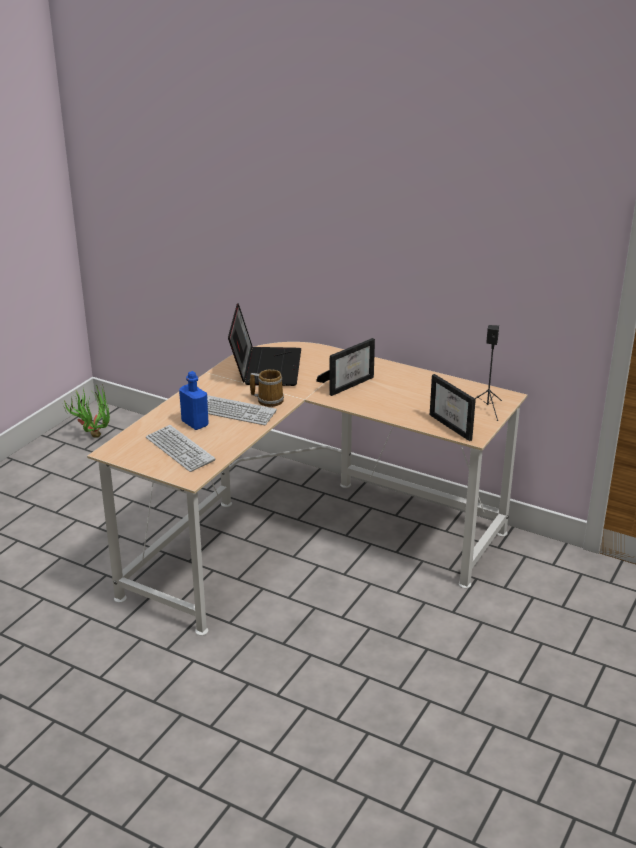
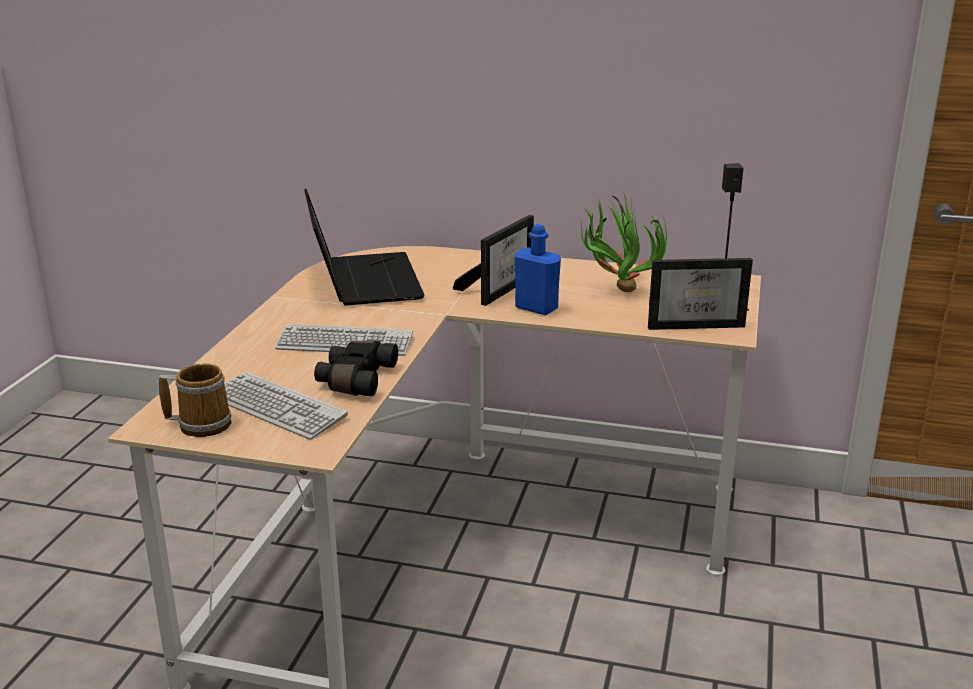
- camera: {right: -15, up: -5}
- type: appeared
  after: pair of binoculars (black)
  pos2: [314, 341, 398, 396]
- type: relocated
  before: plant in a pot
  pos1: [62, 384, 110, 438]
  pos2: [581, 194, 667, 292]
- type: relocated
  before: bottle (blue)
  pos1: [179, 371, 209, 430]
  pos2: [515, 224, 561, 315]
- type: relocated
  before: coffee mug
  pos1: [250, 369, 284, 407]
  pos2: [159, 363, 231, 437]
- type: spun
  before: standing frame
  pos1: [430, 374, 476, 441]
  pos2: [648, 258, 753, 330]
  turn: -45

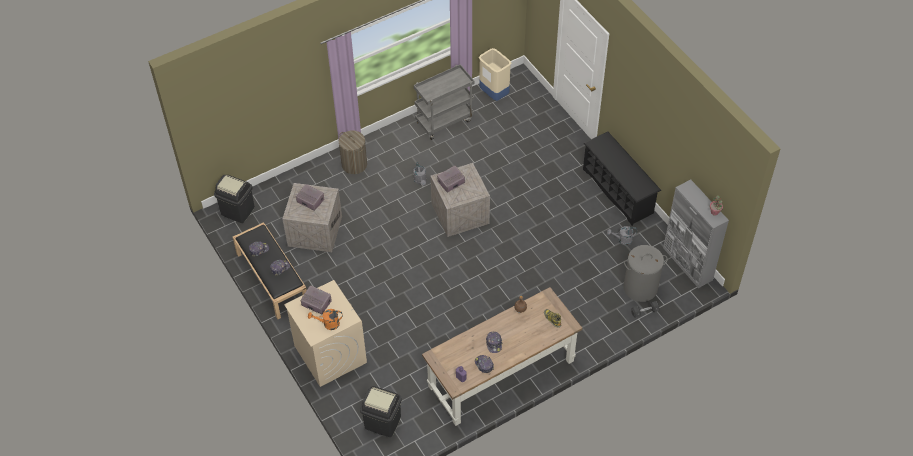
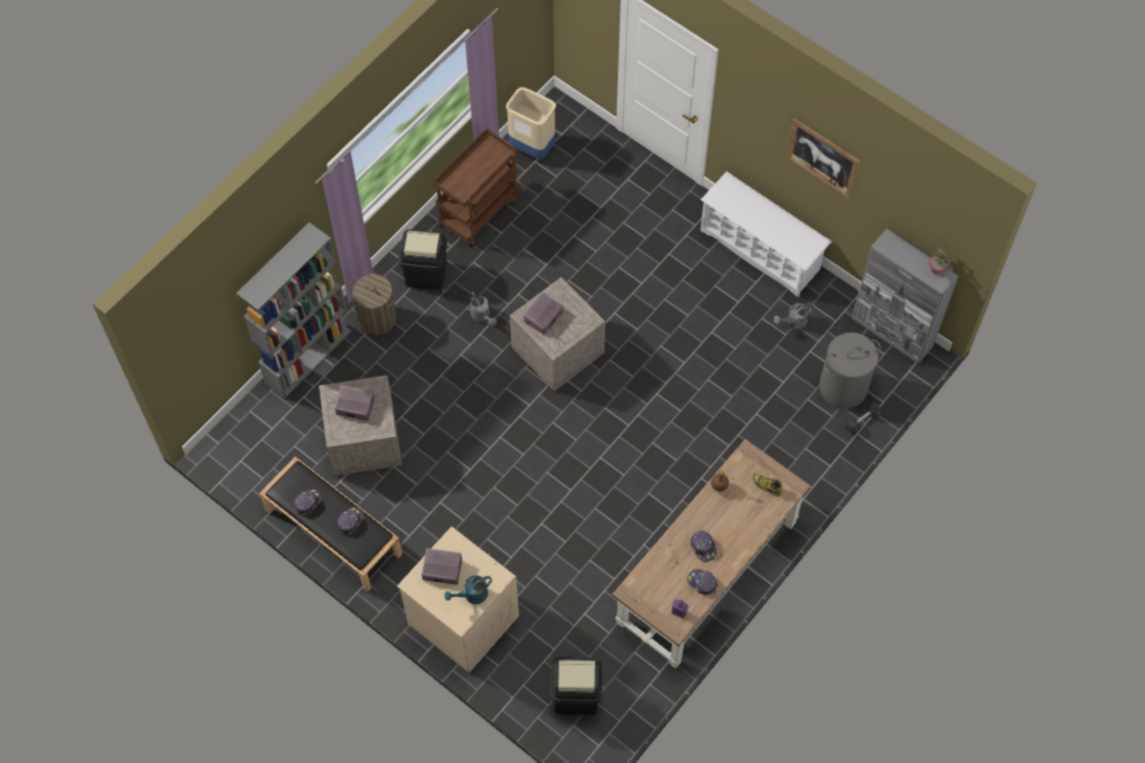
- camera: {right: -20, up: 10}
- type: appeared
  after: bookshelf (grey)
  pos2: [236, 222, 351, 398]
- type: appeared
  after: picture
  pos2: [786, 118, 860, 200]
- type: relocated
  before: waste bin (black)
  pos1: [214, 175, 255, 223]
  pos2: [399, 229, 447, 290]
- type: colour
  before: sprinkling can (orangey)
  after: sprinkling can (turquoise-coloured)
  pos1: [308, 309, 343, 330]
  pos2: [444, 575, 492, 604]
- type: colour
  before: wheeled cart (grey)
  after: wheeled cart (brown)
  pos1: [414, 64, 474, 140]
  pos2: [433, 129, 519, 247]
- type: colour
  before: shoe rack (black)
  after: shoe rack (whitish)
  pos1: [583, 132, 661, 226]
  pos2: [700, 171, 832, 297]

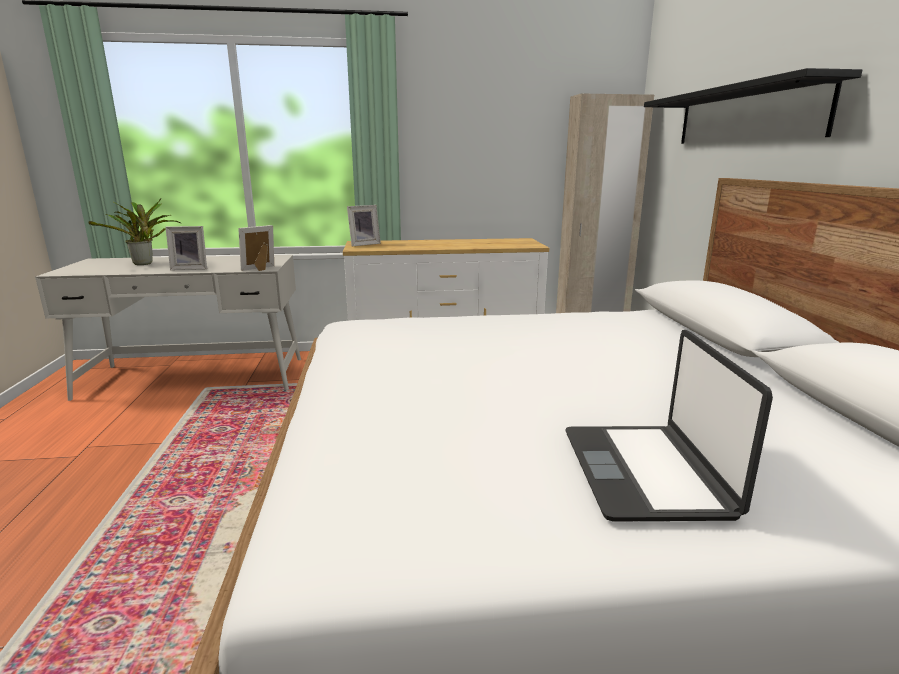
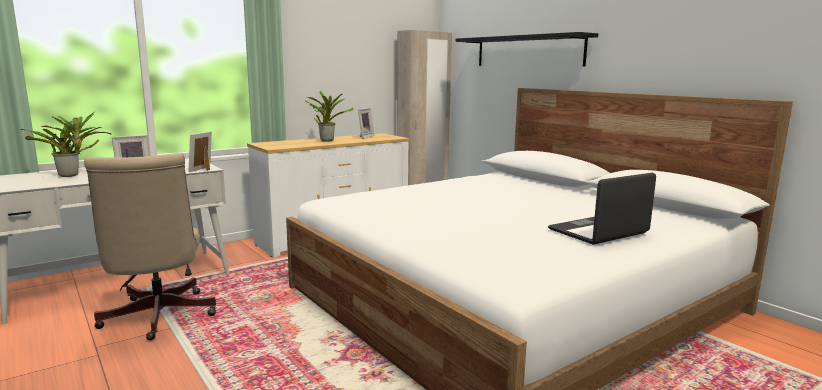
- camera: {right: -30, up: -5}
- type: appeared
  after: desk chair (beige)
  pos2: [84, 153, 216, 340]
- type: appeared
  after: plant in a pot
  pos2: [305, 91, 354, 142]
- type: relocated
  before: standing frame
  pos1: [347, 205, 381, 246]
  pos2: [358, 108, 375, 139]
- type: spun
  before: notebook computer
  pos1: [565, 330, 773, 522]
  pos2: [548, 173, 656, 245]
  turn: 90

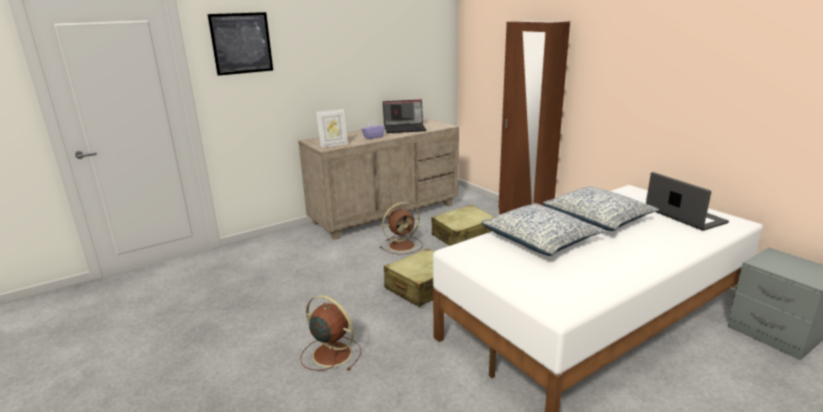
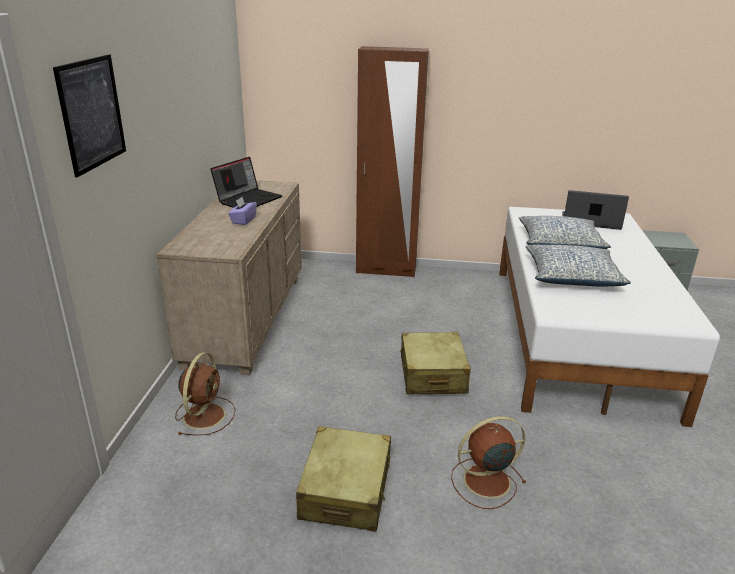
- camera: {right: -50, up: 5}
- type: missing
  before: standing frame
  pos1: [316, 109, 348, 148]
- type: relocated
  before: cooling fan (brown)
  pos1: [380, 202, 423, 255]
  pos2: [175, 352, 236, 436]
- type: relocated
  before: suitcase (beige)
  pos1: [431, 205, 495, 246]
  pos2: [296, 426, 391, 532]

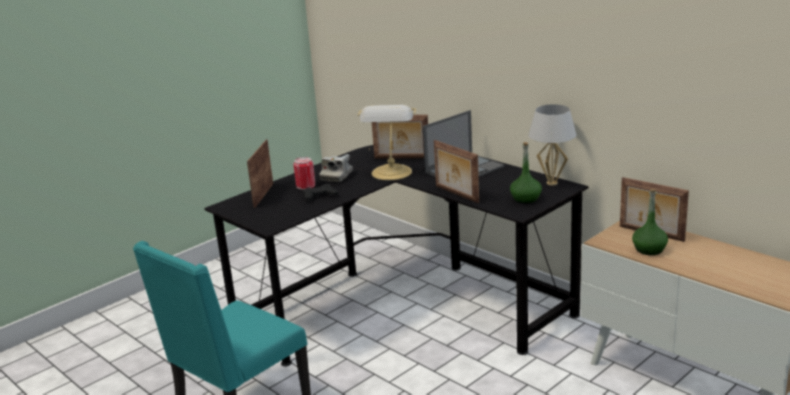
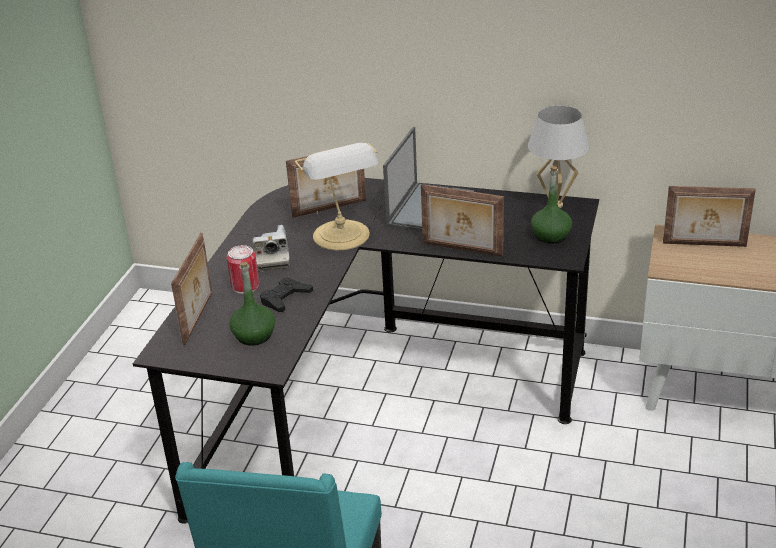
- camera: {right: -30, up: 10}
- type: relocated
  before: bottle (greenish)
  pos1: [632, 189, 668, 255]
  pos2: [229, 262, 275, 346]
- type: spun
  before: standing frame
  pos1: [247, 139, 273, 208]
  pos2: [171, 233, 212, 346]
  turn: -150

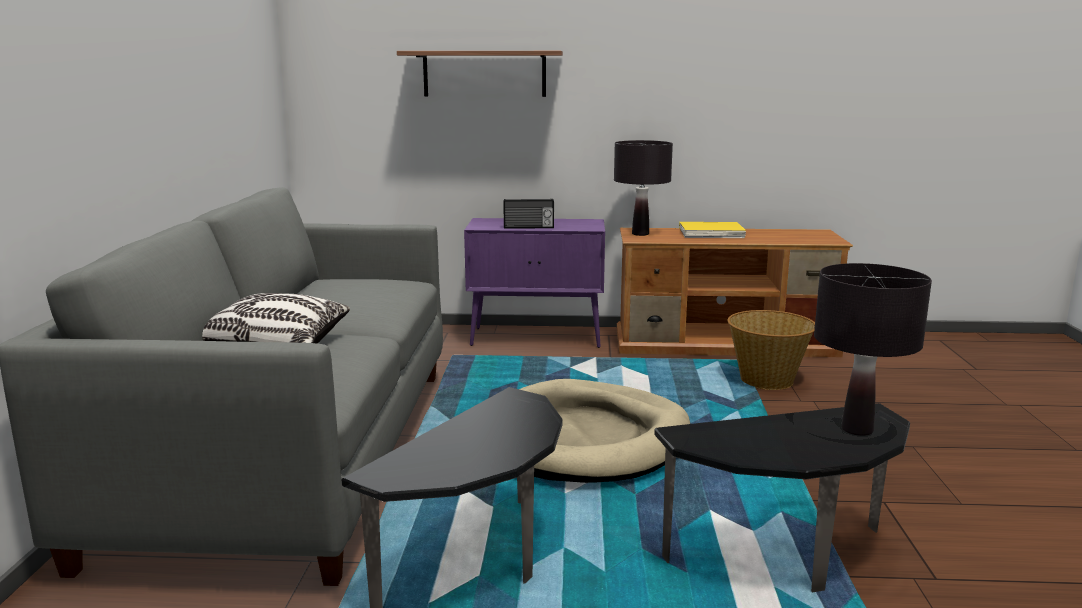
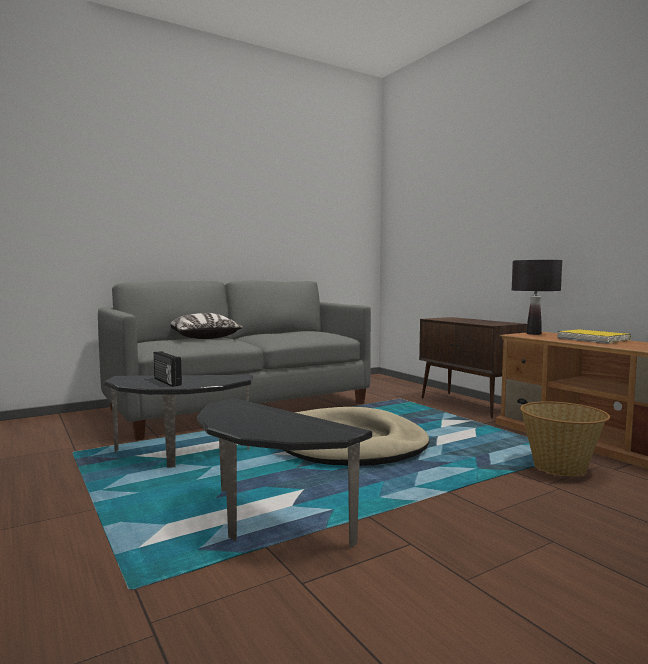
- camera: {right: 55, up: -10}
- type: missing
  before: bracket shelf
  pos1: [397, 51, 563, 97]
- type: missing
  before: table lamp (black)
  pos1: [814, 263, 932, 436]
- type: relocated
  before: radio receiver
  pos1: [503, 199, 554, 229]
  pos2: [154, 351, 182, 387]
- type: colour
  before: cupboard (purplish)
  after: cupboard (brown)
  pos1: [464, 218, 605, 348]
  pos2: [419, 317, 527, 418]

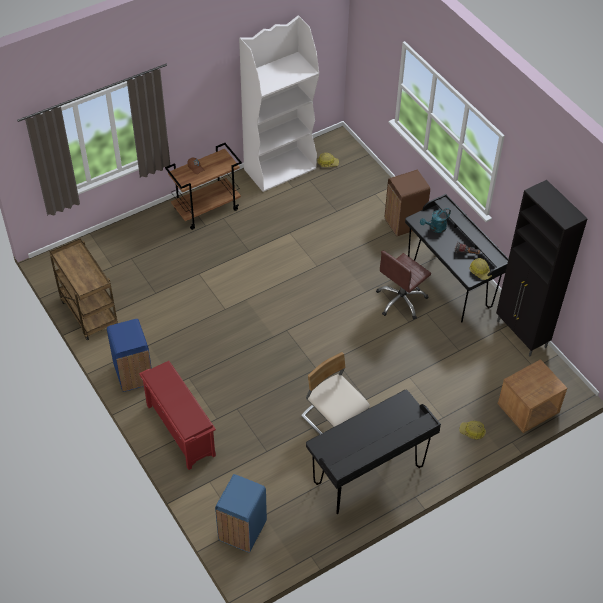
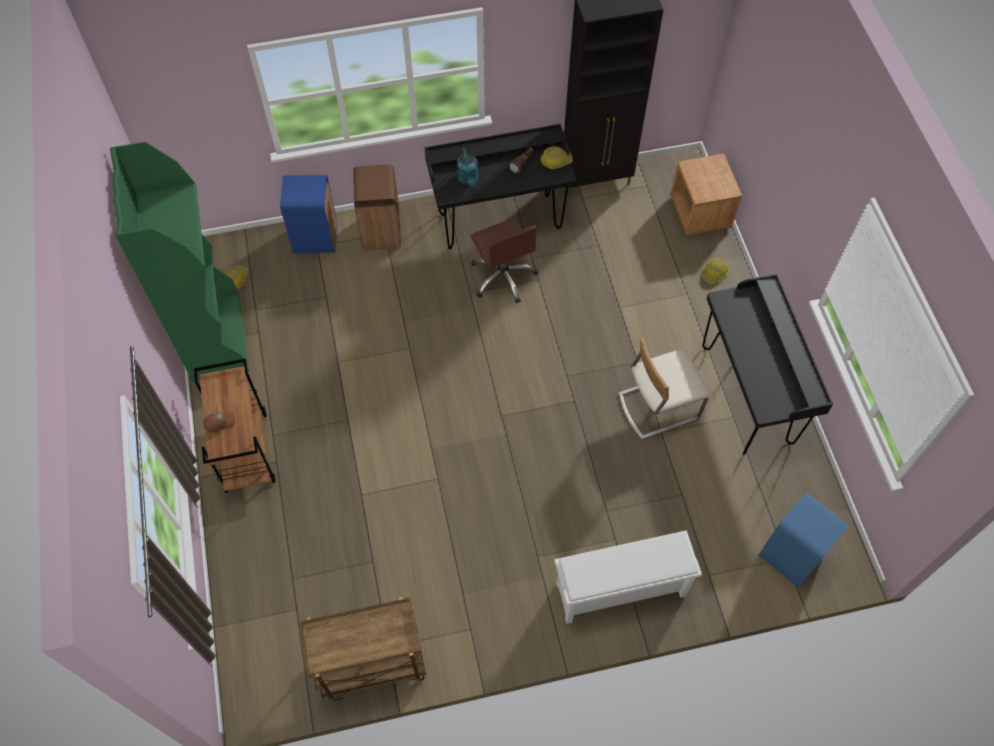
- camera: {right: -70, up: 10}
- type: relocated
  before: waste bin (blue)
  pos1: [107, 319, 152, 392]
  pos2: [280, 175, 337, 253]
- type: colour
  before: shoe rack (red-coloured)
  after: shoe rack (whitish)
  pos1: [139, 361, 216, 470]
  pos2: [555, 530, 702, 624]
- type: colour
  before: bookshelf (whitish)
  after: bookshelf (greenish)
  pos1: [239, 15, 319, 192]
  pos2: [110, 142, 249, 382]

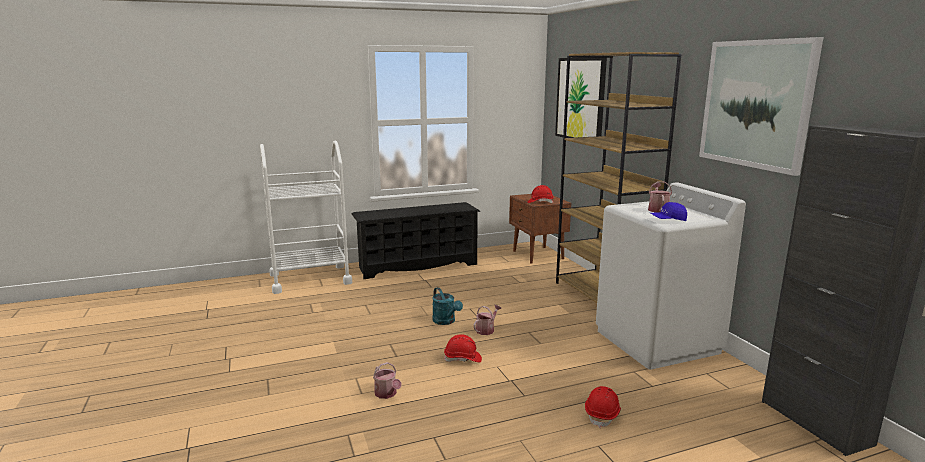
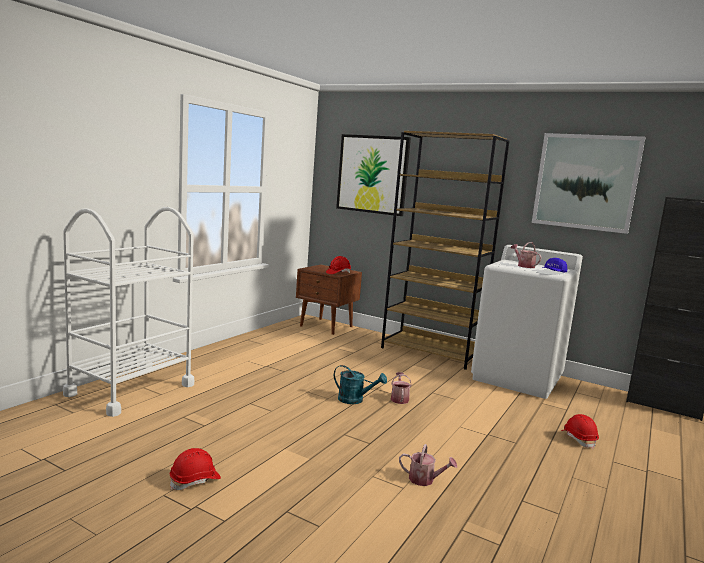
- camera: {right: -40, up: -5}
- type: missing
  before: shoe rack (black)
  pos1: [352, 202, 480, 279]
- type: relocated
  before: work helmet (red-coloured)
  pos1: [444, 334, 482, 362]
  pos2: [170, 448, 221, 490]

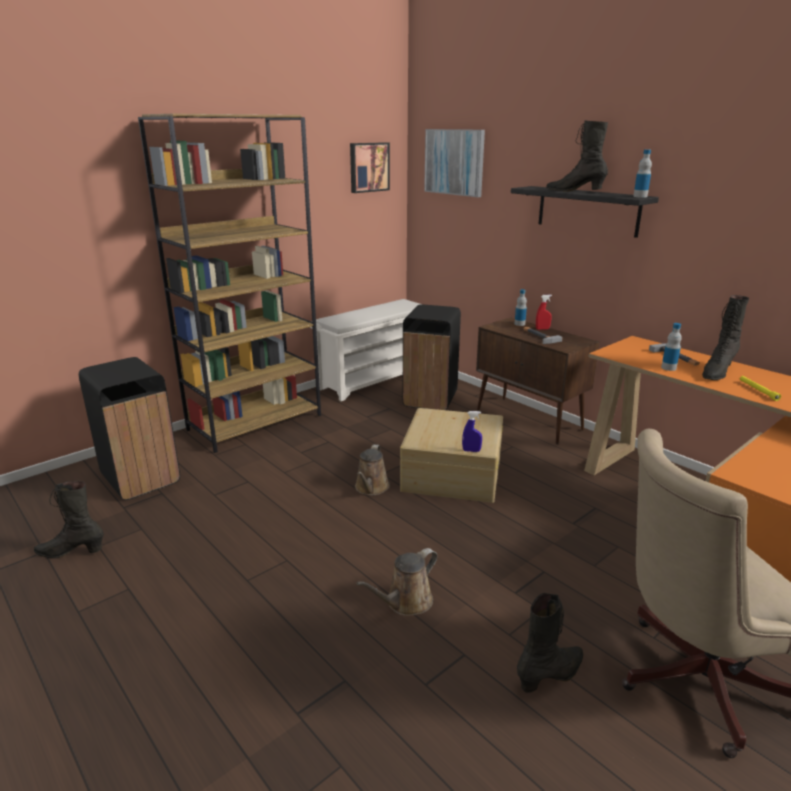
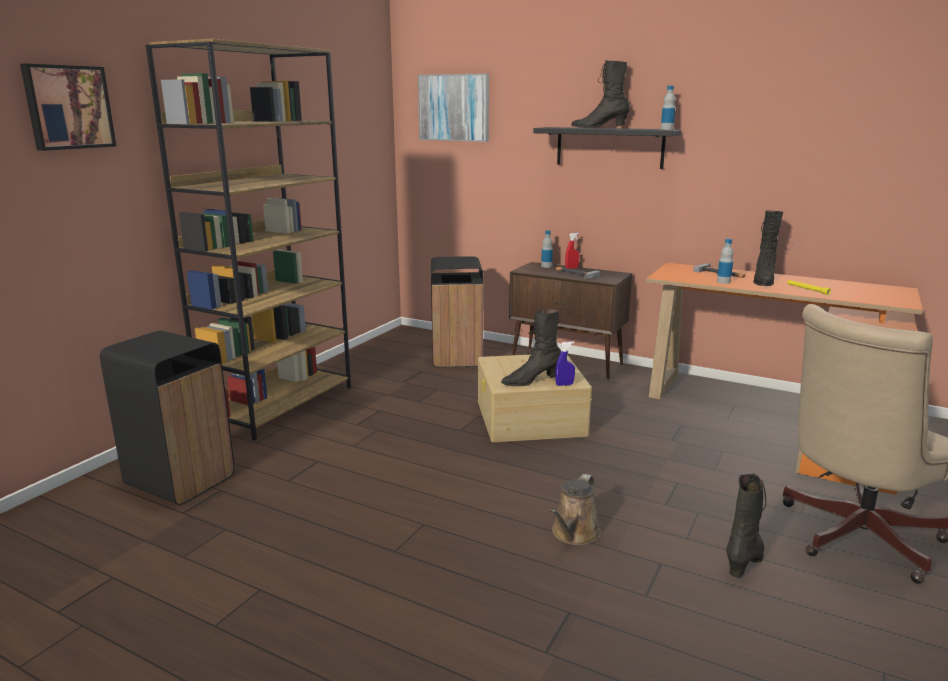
- camera: {right: -20, up: -5}
- type: missing
  before: shoe rack (whitish)
  pos1: [310, 299, 421, 401]
- type: missing
  before: sprinkling can (brown)
  pos1: [355, 444, 390, 496]
- type: relocated
  before: high-top boot (black)
  pos1: [34, 481, 104, 559]
  pos2: [501, 309, 561, 386]
- type: relocated
  before: picture
  pos1: [350, 142, 390, 193]
  pos2: [20, 64, 116, 151]

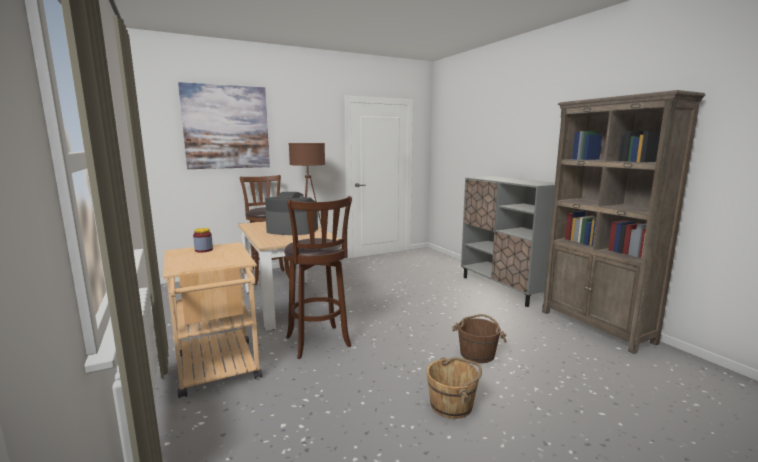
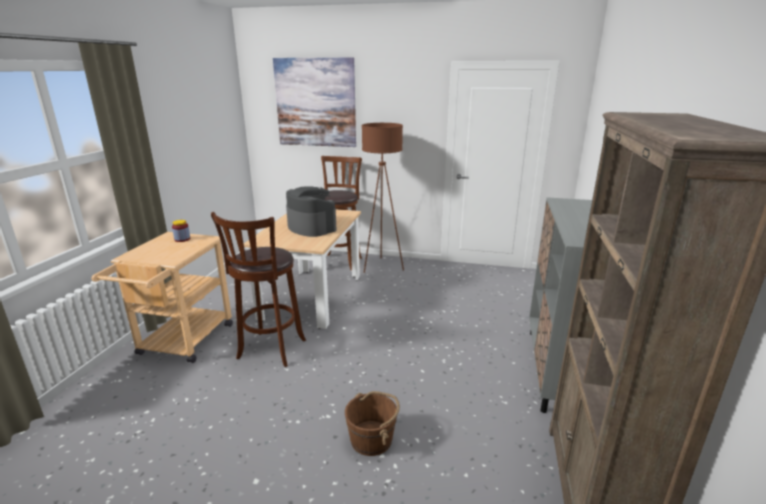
- camera: {right: 40, up: 10}
- type: missing
  before: pail (brown)
  pos1: [427, 357, 482, 419]

